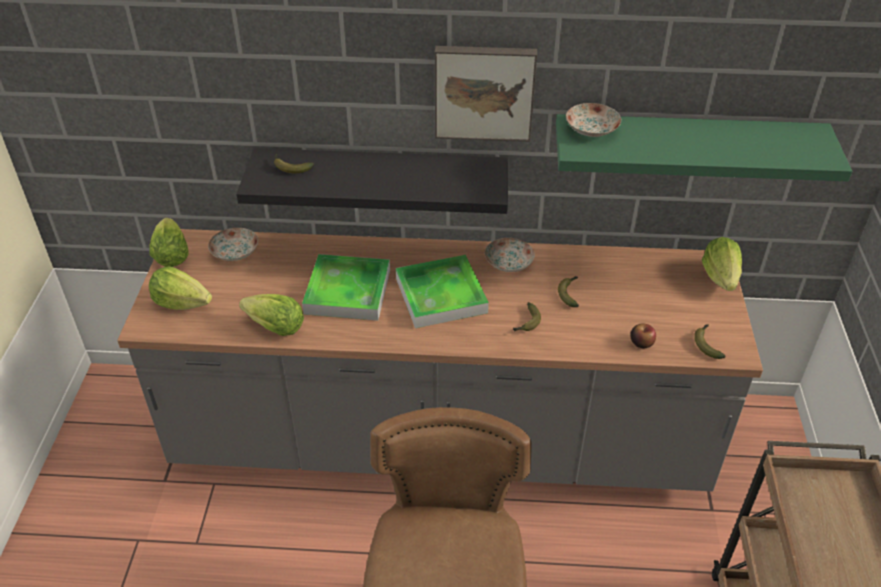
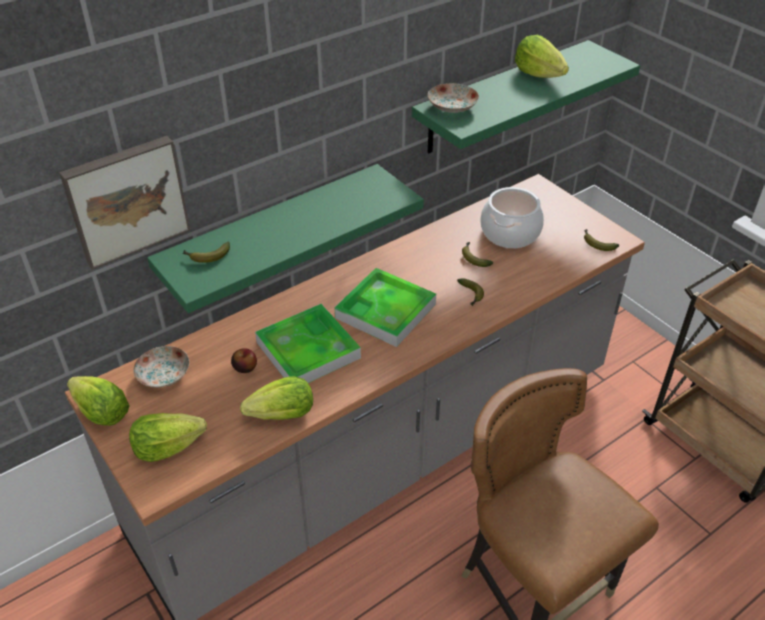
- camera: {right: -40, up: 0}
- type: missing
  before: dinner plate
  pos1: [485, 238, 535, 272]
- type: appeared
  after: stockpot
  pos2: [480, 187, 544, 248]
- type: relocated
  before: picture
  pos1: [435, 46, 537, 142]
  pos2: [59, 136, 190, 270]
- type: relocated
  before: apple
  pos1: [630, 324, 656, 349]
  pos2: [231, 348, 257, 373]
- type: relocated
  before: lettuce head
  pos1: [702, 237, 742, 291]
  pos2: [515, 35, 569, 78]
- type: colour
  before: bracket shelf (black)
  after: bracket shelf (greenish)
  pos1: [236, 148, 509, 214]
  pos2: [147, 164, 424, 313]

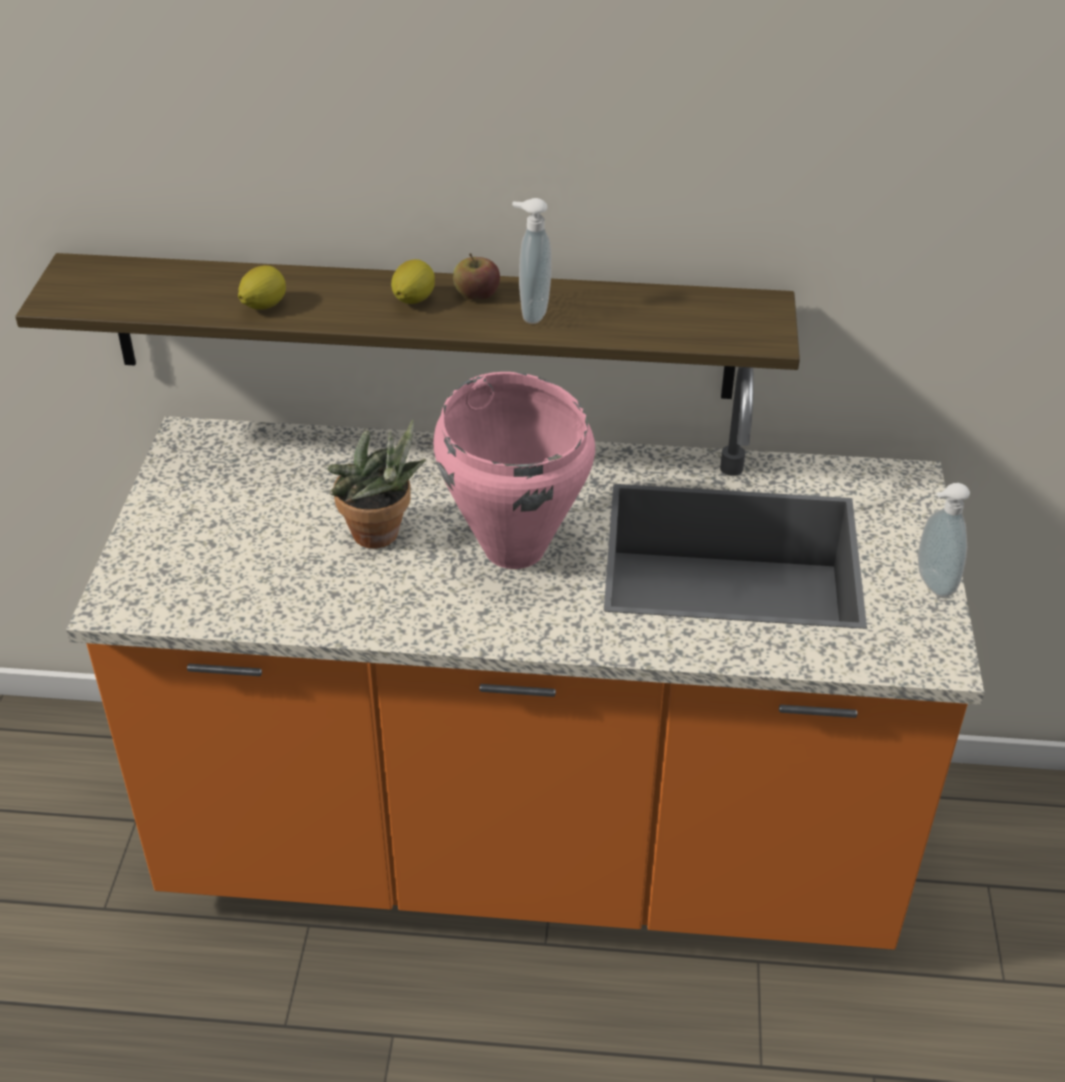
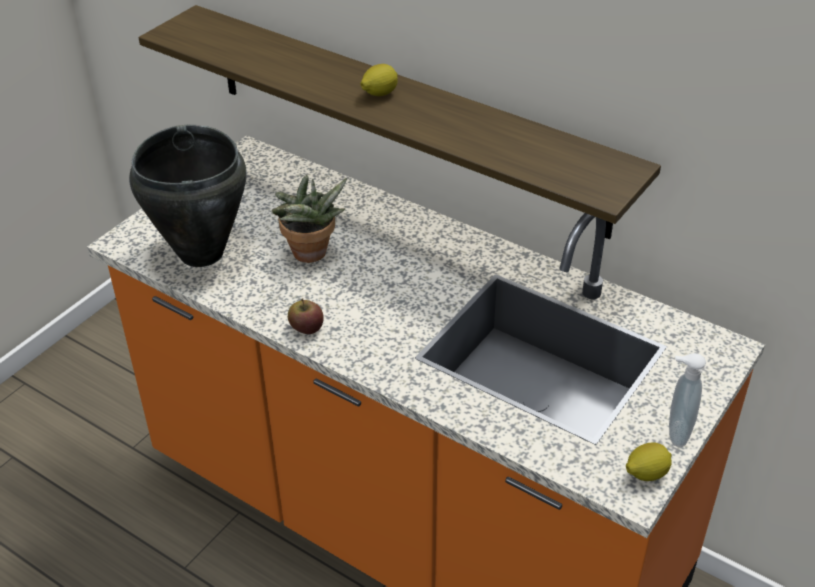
- camera: {right: 30, up: 0}
- type: missing
  before: stockpot (pinkish)
  pos1: [434, 372, 595, 569]
- type: missing
  before: soap bottle
  pos1: [512, 198, 552, 324]
- type: appeared
  after: stockpot (black)
  pos2: [129, 125, 247, 267]
- type: relocated
  before: whole lemon
  pos1: [238, 265, 286, 310]
  pos2: [626, 442, 672, 481]
- type: relocated
  before: apple
  pos1: [453, 253, 500, 299]
  pos2: [288, 298, 324, 334]

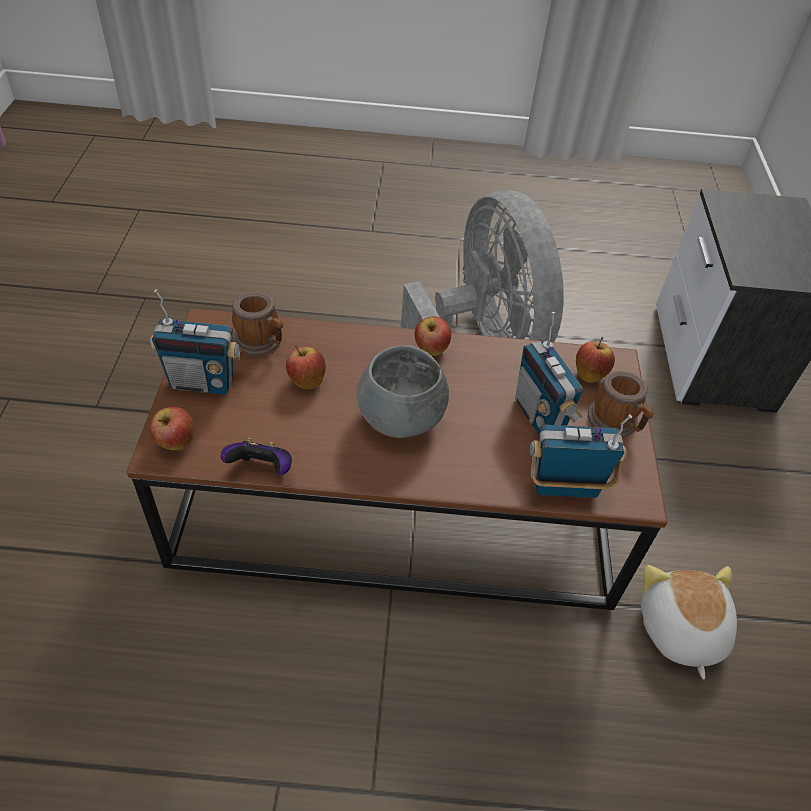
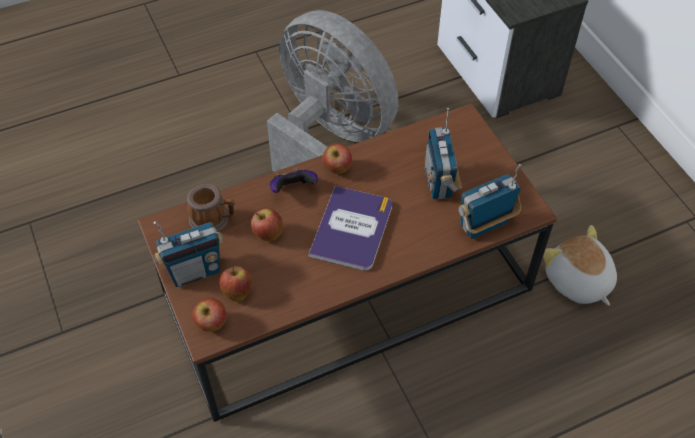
- camera: {right: -25, up: 5}
- type: missing
  before: coffee mug
  pos1: [588, 371, 654, 437]
- type: relocated
  before: gamepad
  pos1: [221, 437, 292, 475]
  pos2: [270, 168, 318, 193]
- type: relocated
  before: apple
  pos1: [576, 337, 615, 383]
  pos2: [219, 264, 252, 302]
- type: exchanged
  before: serving bowl (grey)
  after: book
  pos1: [357, 345, 449, 438]
  pos2: [309, 186, 392, 271]
- type: spun
  before: radio receiver
  pos1: [515, 312, 583, 435]
  pos2: [425, 108, 462, 199]
  turn: 45

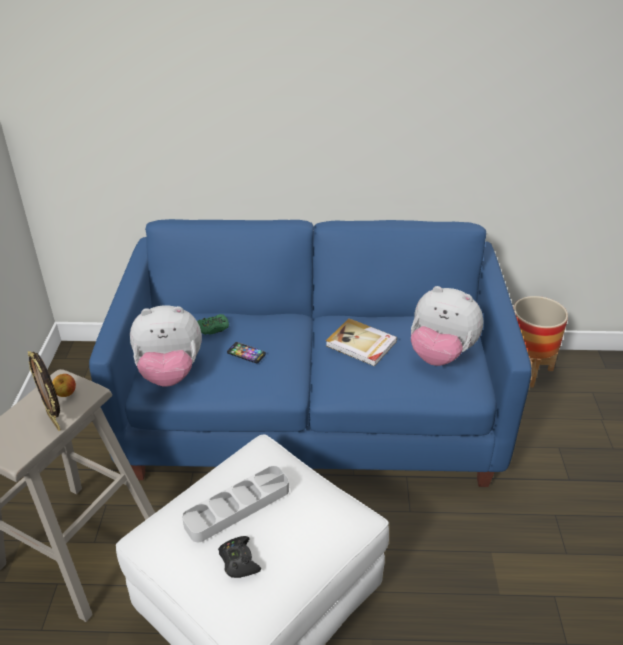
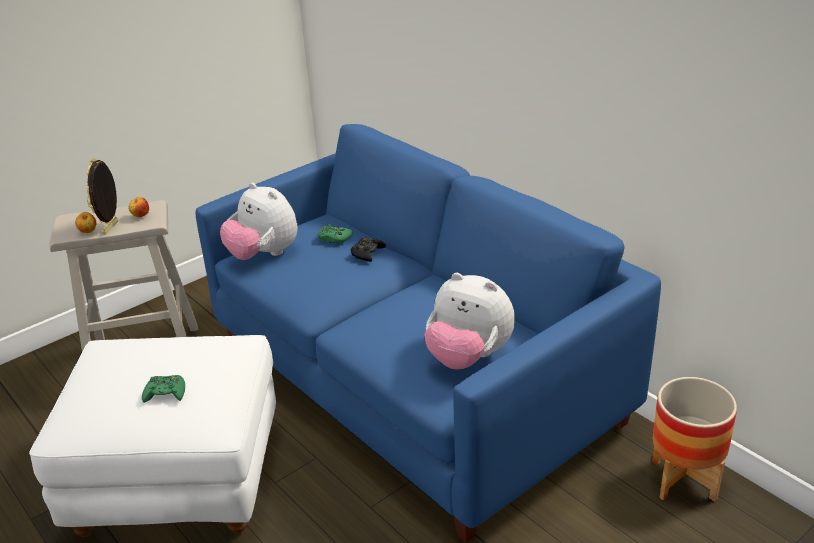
- camera: {right: 50, up: -5}
- type: missing
  before: tray (grey)
  pos1: [182, 466, 289, 542]
- type: missing
  before: handset
  pos1: [227, 342, 266, 363]
- type: missing
  before: book
  pos1: [326, 318, 397, 366]
- type: appeared
  after: apple
  pos2: [75, 212, 96, 233]
- type: appeared
  after: gamepad (greenish)
  pos2: [142, 375, 185, 403]
- type: relocated
  before: gamepad (black)
  pos1: [218, 536, 261, 578]
  pos2: [351, 237, 386, 262]
- type: spun
  before: plush toy
  pos1: [411, 286, 484, 366]
  pos2: [424, 273, 515, 369]
  turn: -45

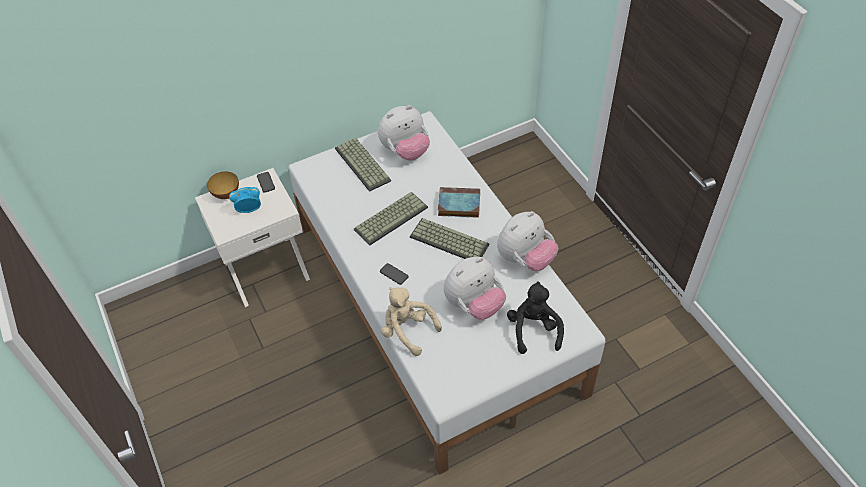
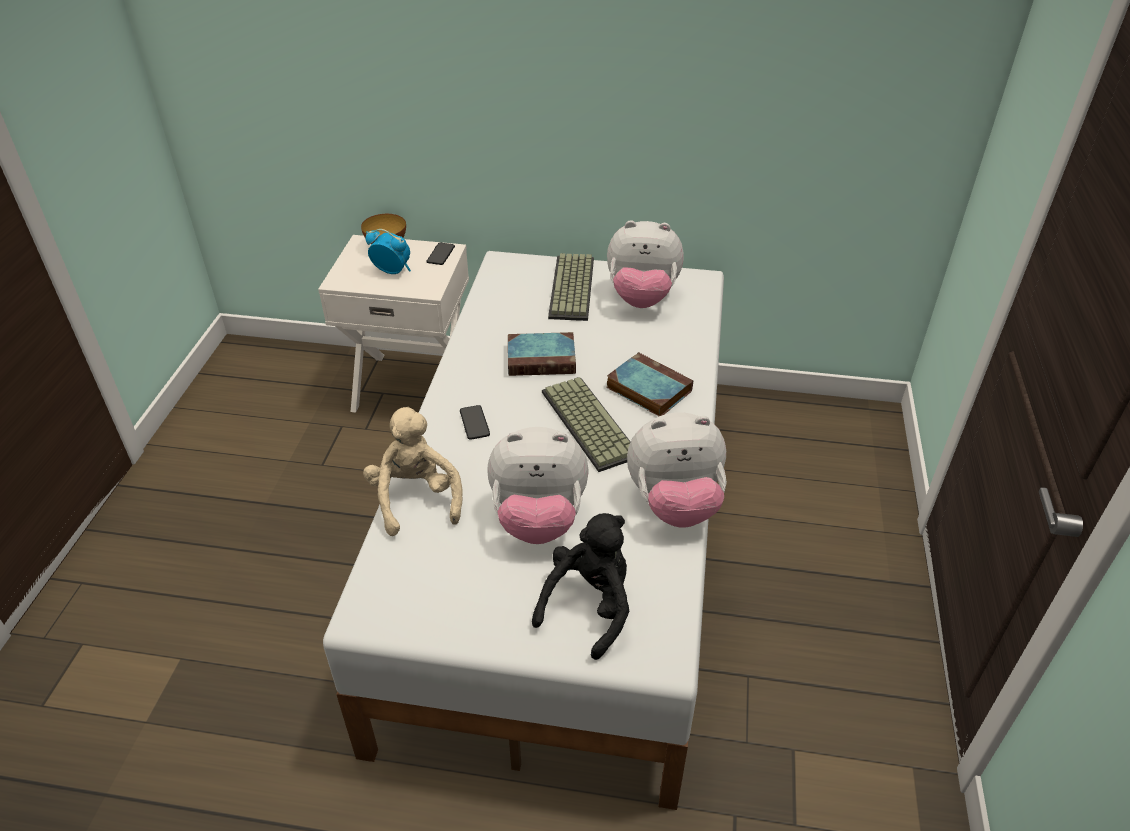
- camera: {right: 35, up: -10}
- type: exchanged
  before: computer keyboard
  after: book
  pos1: [354, 192, 428, 246]
  pos2: [508, 332, 576, 376]

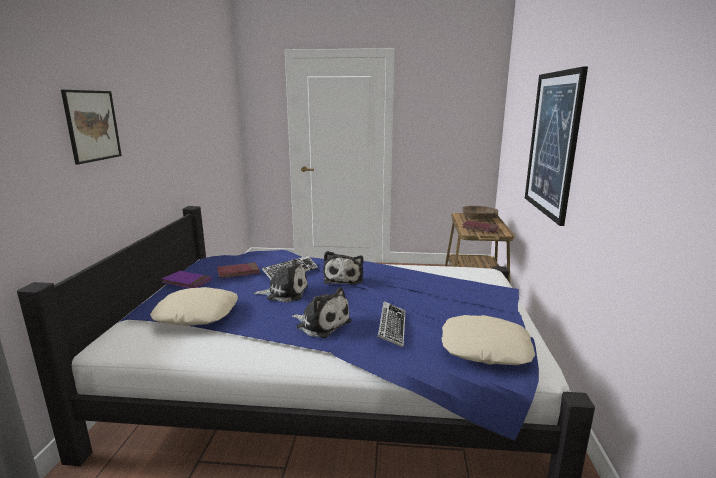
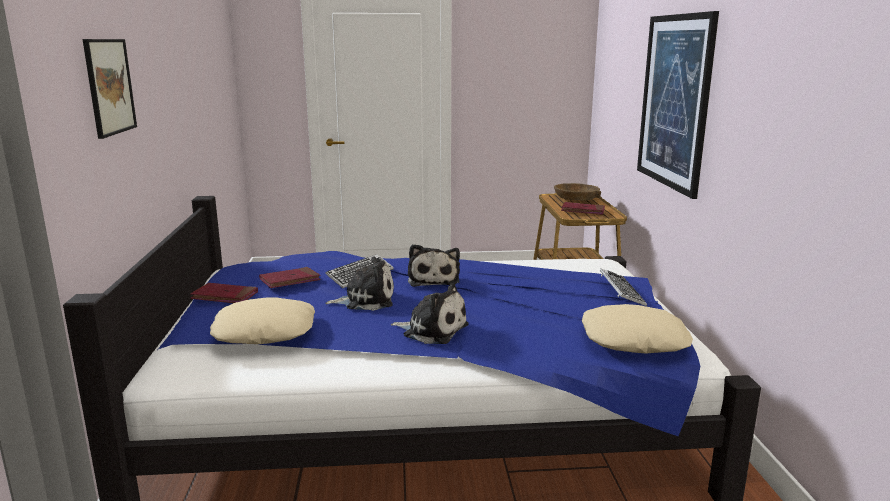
- camera: {right: -10, up: 0}
- type: relocated
  before: computer keyboard
  pos1: [377, 301, 406, 347]
  pos2: [600, 269, 647, 306]
- type: colour
  before: book (purplish)
  after: book (red-coloured)
  pos1: [162, 271, 212, 288]
  pos2: [190, 283, 258, 303]

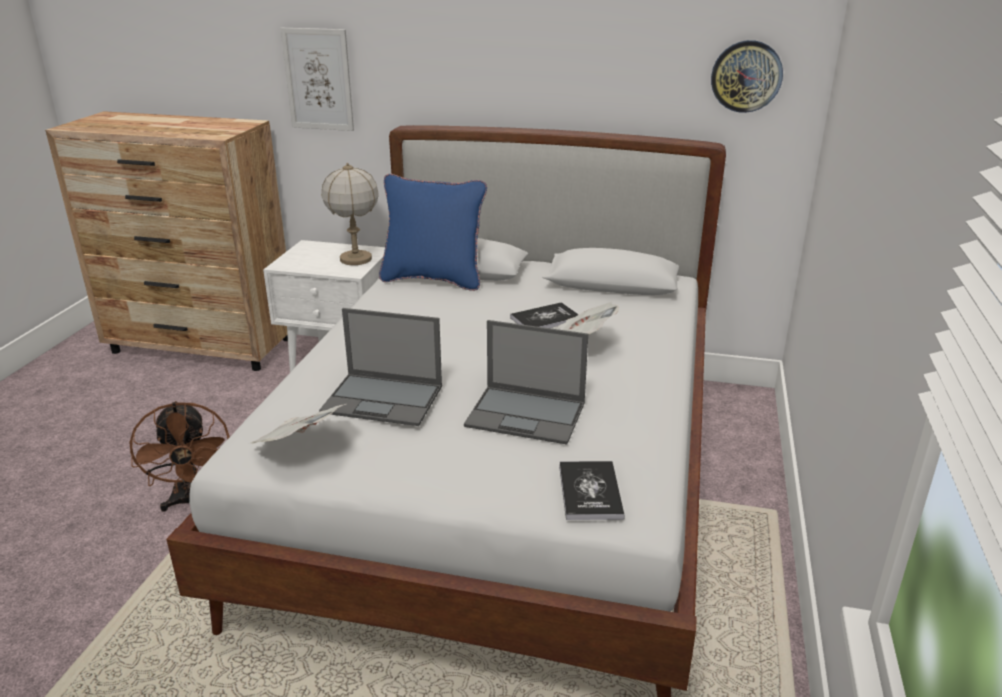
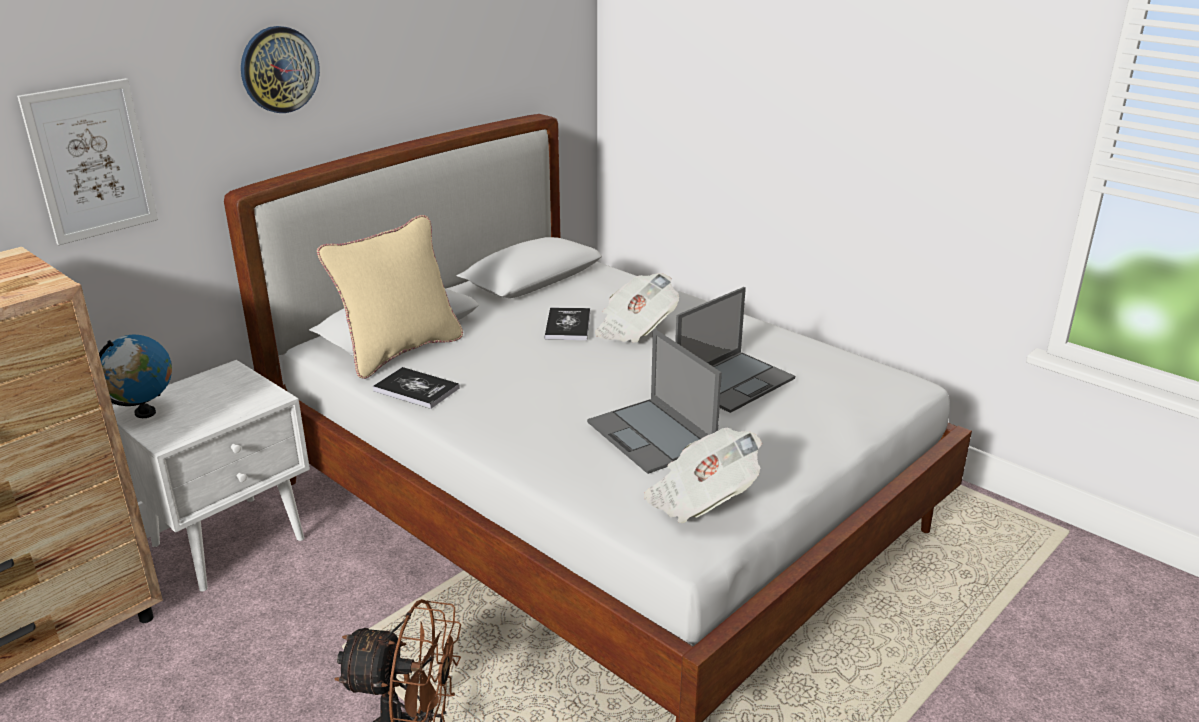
- camera: {right: -60, up: 0}
- type: missing
  before: table lamp
  pos1: [322, 163, 379, 265]
- type: appeared
  after: desk globe
  pos2: [99, 335, 172, 418]
- type: relocated
  before: book
  pos1: [559, 461, 625, 520]
  pos2: [373, 367, 460, 409]
- type: relocated
  before: clock on the wall
  pos1: [711, 40, 783, 113]
  pos2: [241, 26, 320, 113]
- type: colour
  before: cushion (blue)
  after: cushion (beige)
  pos1: [379, 174, 487, 291]
  pos2: [317, 215, 463, 379]
- type: spun
  before: notebook computer
  pos1: [319, 308, 442, 426]
  pos2: [587, 329, 722, 474]
  turn: 105

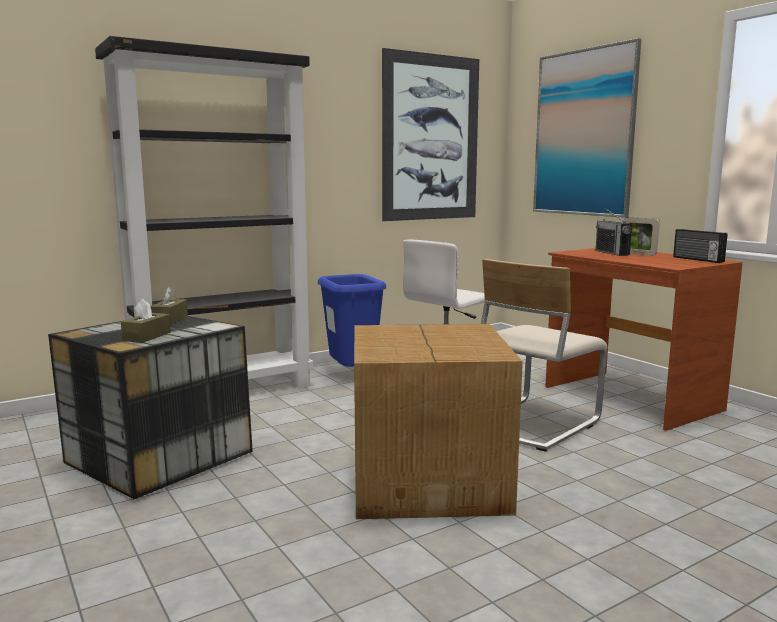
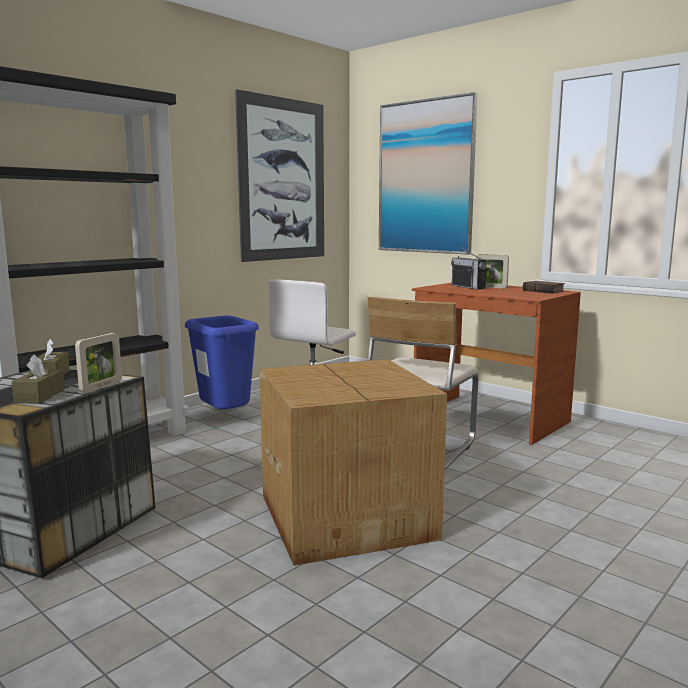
- camera: {right: -15, up: 0}
- type: appeared
  after: standing frame
  pos2: [75, 333, 122, 393]
- type: exchanged
  before: radio receiver
  after: book
  pos1: [673, 229, 727, 263]
  pos2: [523, 281, 565, 294]

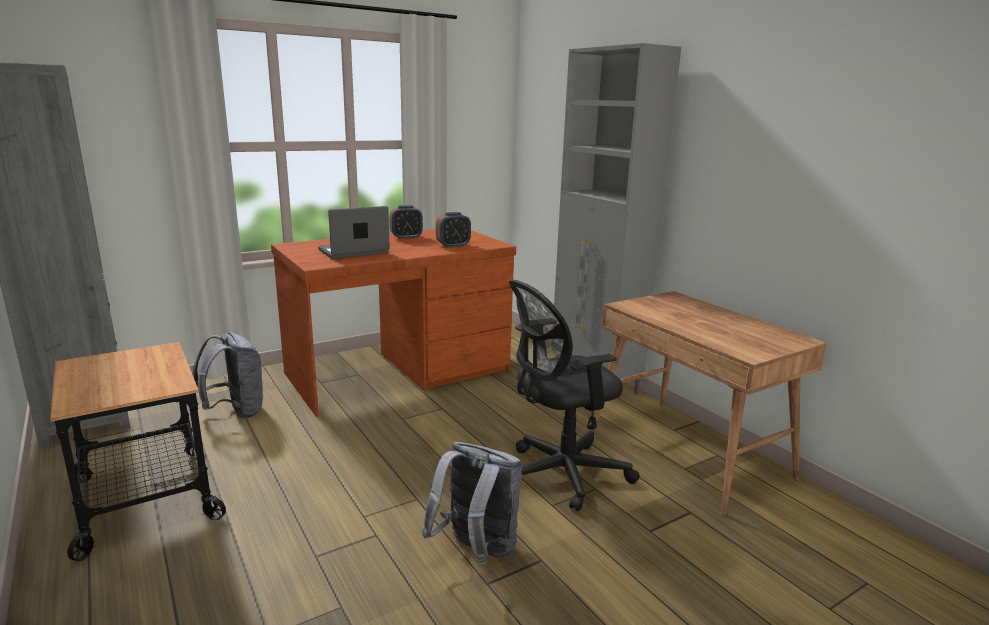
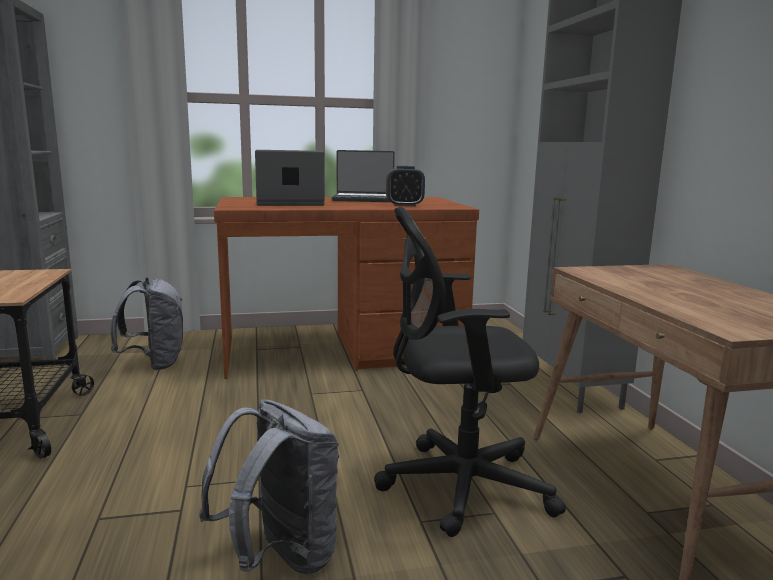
- camera: {right: 20, up: -5}
- type: exchanged
  before: bedside clock
  after: notebook computer
  pos1: [390, 205, 423, 239]
  pos2: [332, 150, 395, 202]

